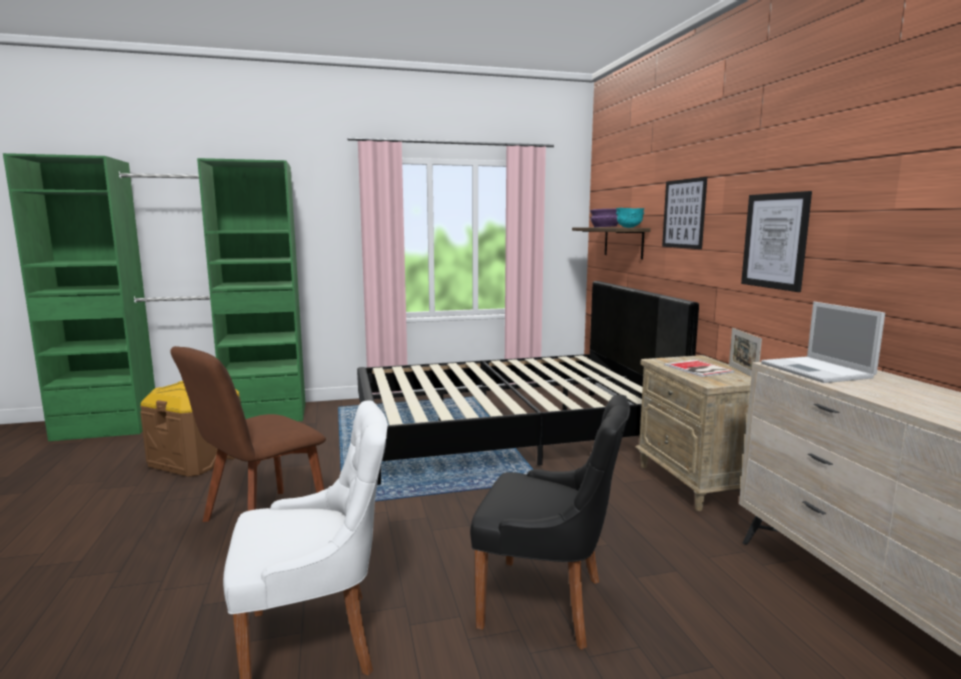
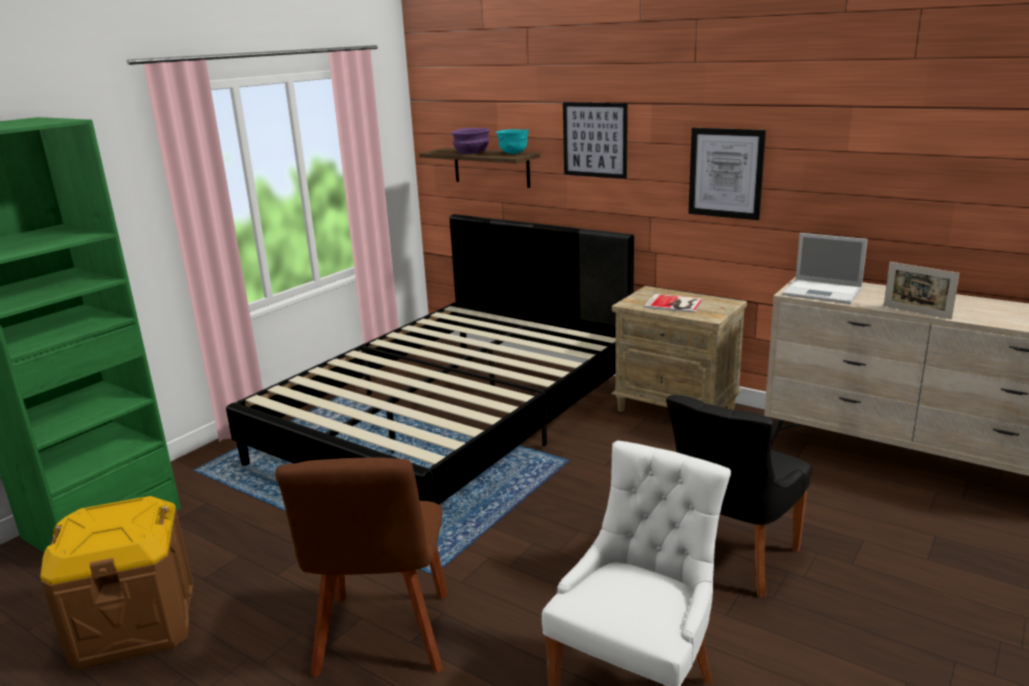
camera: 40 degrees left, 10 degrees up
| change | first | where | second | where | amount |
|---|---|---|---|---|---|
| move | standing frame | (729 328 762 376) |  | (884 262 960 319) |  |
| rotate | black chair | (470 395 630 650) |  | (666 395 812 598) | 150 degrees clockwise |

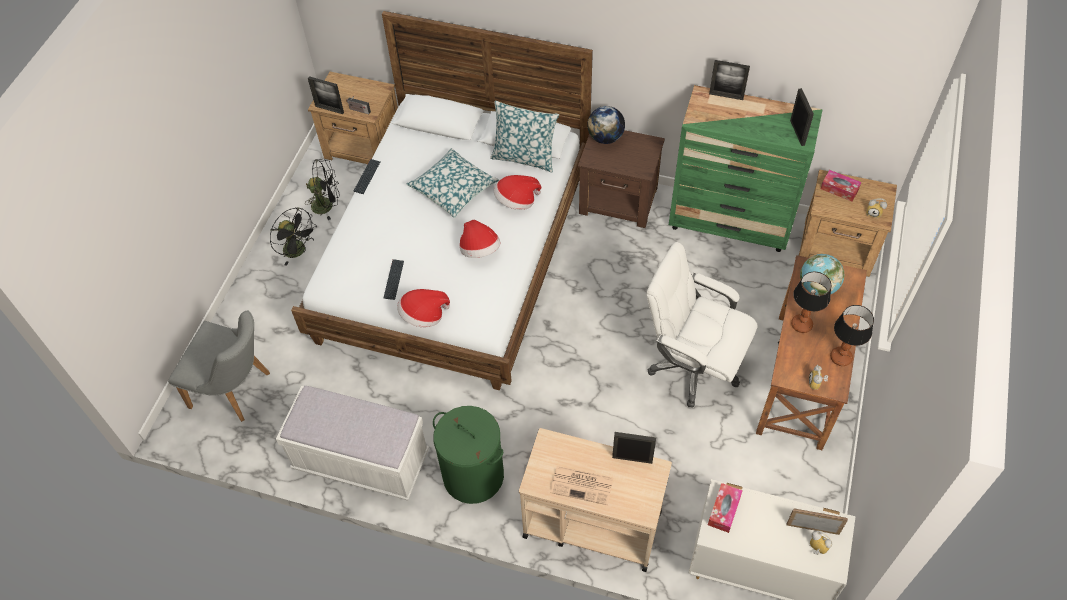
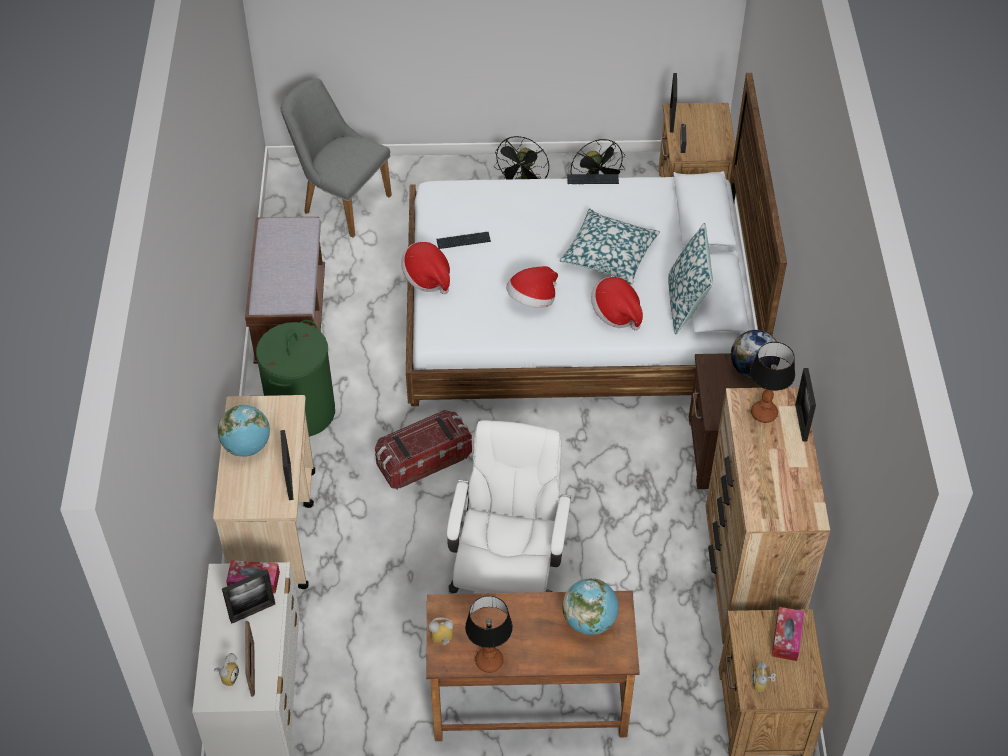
camera: 70 degrees right, 5 degrees down
| change | first | where | second | where | amount |
|---|---|---|---|---|---|
| insert |  |  | storage box | (375 410 472 490) |  |
| move | standing frame | (790 88 814 146) |  | (222 569 275 623) |  |
| move | tabletop lamp | (791 271 832 333) |  | (750 342 795 423) |  |
| replace | daily paper | (550 466 613 505) | desk globe | (218 405 270 457) |  |
| recolor | white long seat | (276 386 429 501) | brown-coloured long seat | (245 217 325 364) |  |
| recolor | green-coloured drawer chest | (669 85 823 252) | brown-coloured drawer chest | (706 387 830 644) |  |
| rotate | greyish chair | (168 310 270 422) |  | (280 78 392 238) | 120 degrees clockwise |

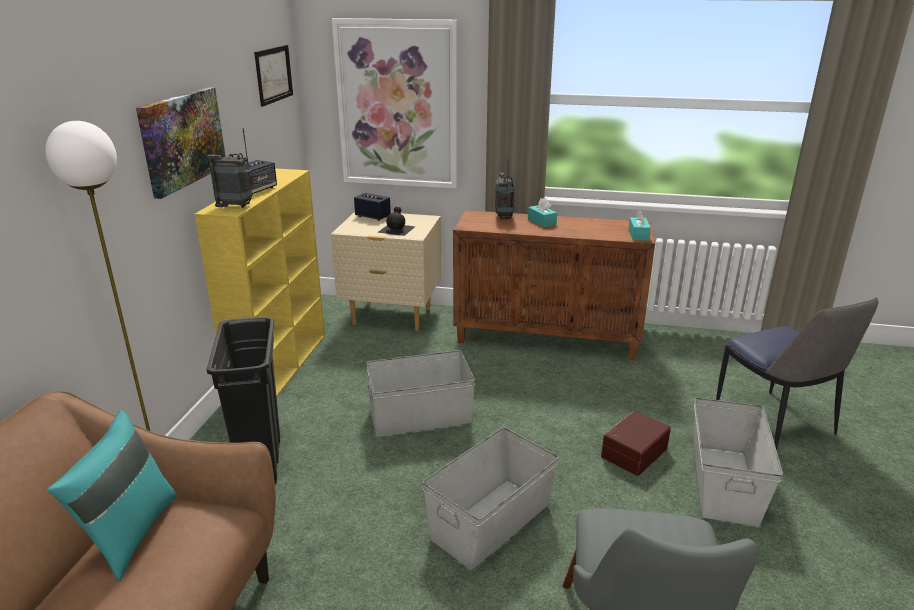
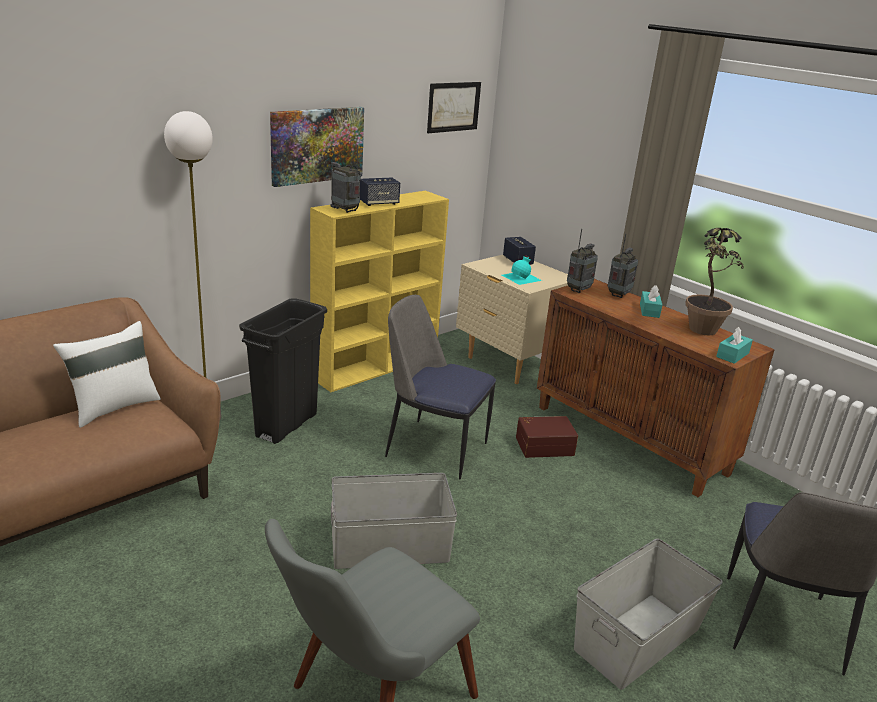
camera: 35 degrees right, 0 degrees up
| change | first | where | second | where | amount |
|---|---|---|---|---|---|
| delete | picture | (332 18 458 189) |  |  |  |
| insert |  |  | radio set | (567 229 598 293) |  |
| insert |  |  | plant in a pot | (685 228 744 335) |  |
| move | brown-coloured storage box | (601 410 671 476) |  | (516 416 578 458) |  |
| replace | greyish storage box | (366 350 475 436) | chair | (385 295 496 479) |  |
| recolor | turquoise-coloured pillow | (47 410 177 581) | white pillow | (53 321 161 428) |  |
| recolor | black bottle | (377 207 416 236) | turquoise-coloured bottle | (502 255 542 285) |  |

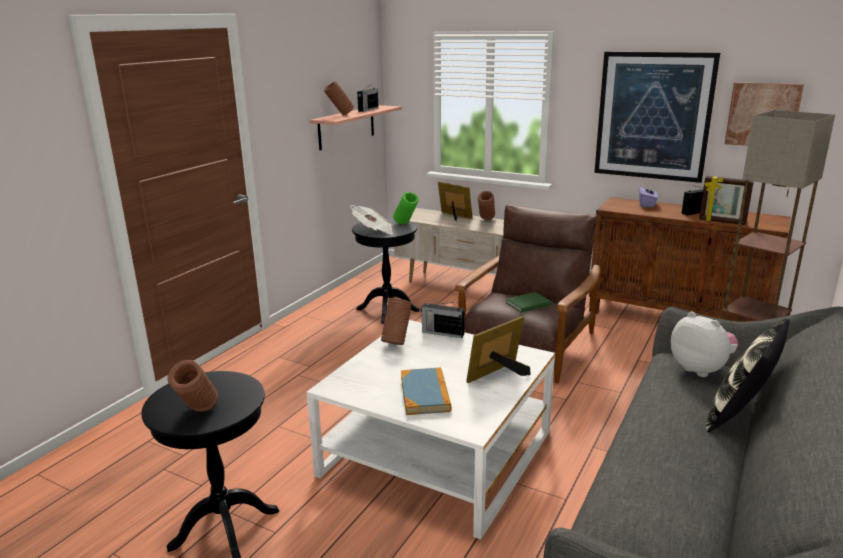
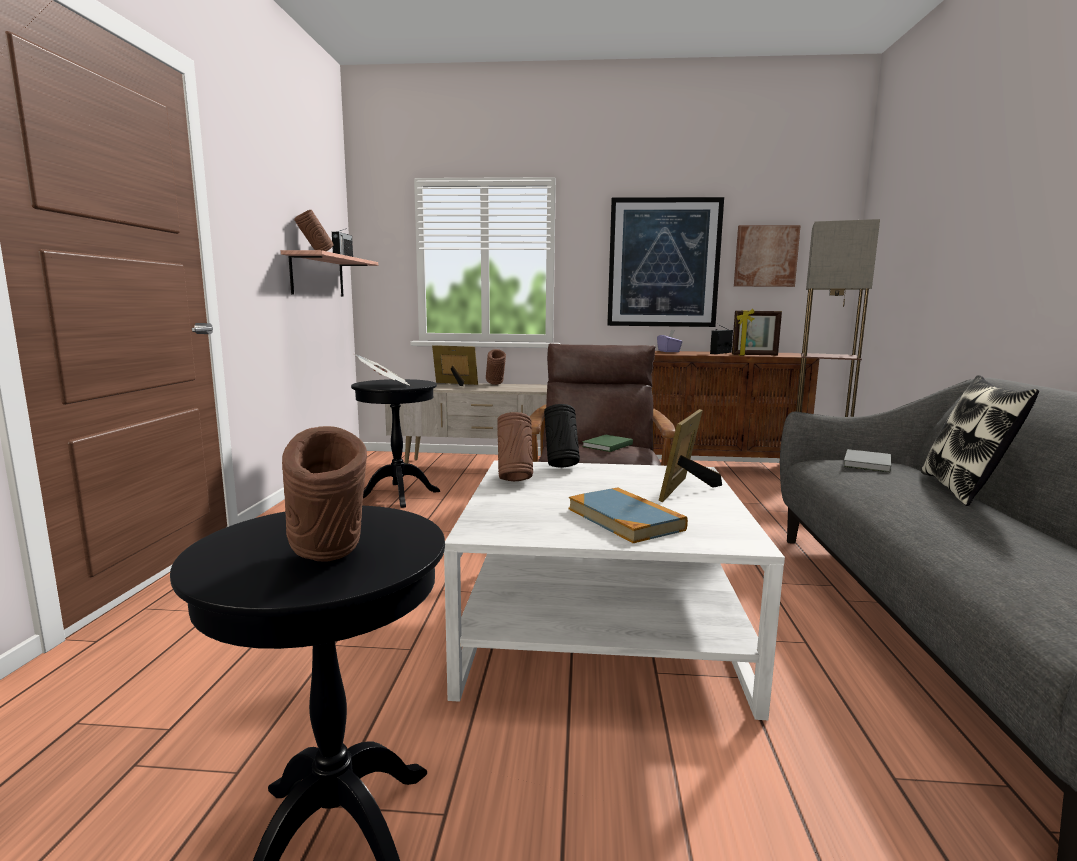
camera: 25 degrees left, 10 degrees down
| change | first | where | second | where | amount |
|---|---|---|---|---|---|
| delete | green-coloured decorative vase | (393 192 419 224) |  |  |  |
| replace | radio set | (420 302 465 338) | black decorative vase | (544 404 580 468) |  |
| replace | soft toy | (671 311 738 377) | greyish bound book | (843 449 891 472) |  |

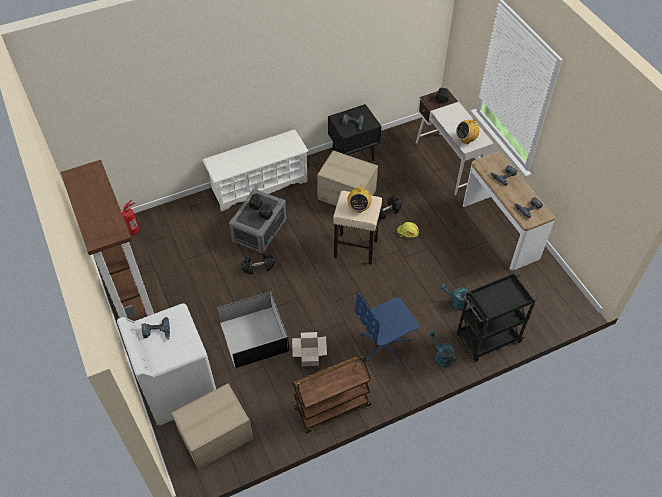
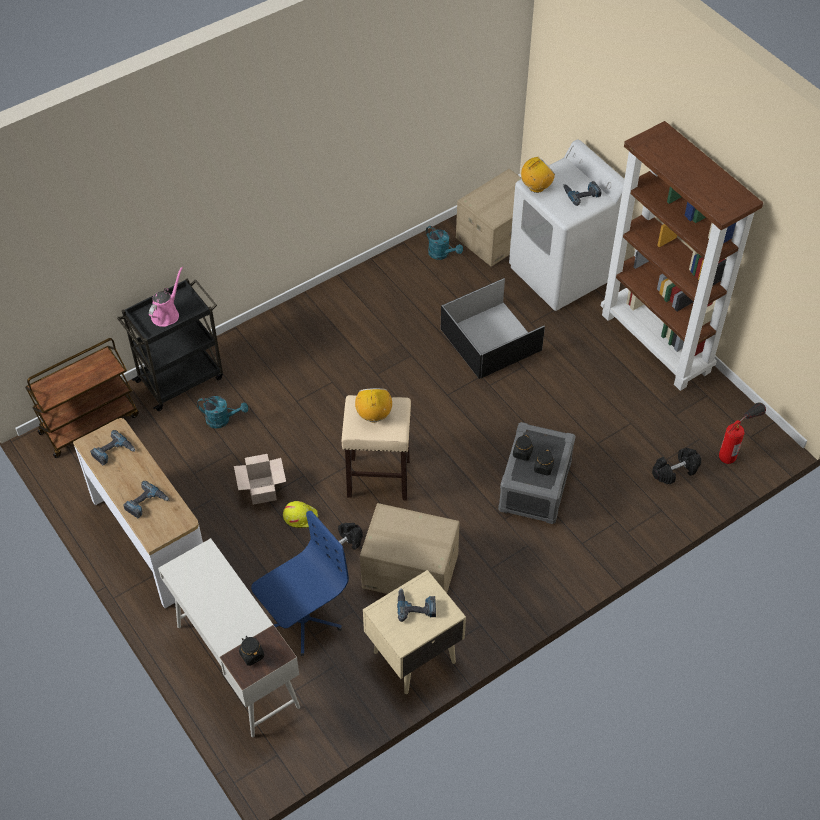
camera: 170 degrees right, 0 degrees up
| change | first | where | second | where | amount |
|---|---|---|---|---|---|
| delete | white shoe rack | (203 130 308 211) |  |  |  |
| insert |  |  | pink-coloured watering can | (149 267 183 327) |  |
| move | black hand weight | (241 253 275 275) |  | (652 448 701 484) |  |
| move | cardboard box | (292 332 327 366) |  | (234 454 286 505) |  |
| move | brown-coloured cart | (293 356 371 433) |  | (25 338 139 458) |  |
| move | blue-coloured office chair | (355 292 419 365) |  | (251 511 349 656) |  |
| move | turquoise-coloured watering can | (428 331 456 367) |  | (426 226 463 260) |  |
| move | radio set | (456 117 479 144) |  | (521 157 555 193) |  |
| recolor | black bedside table | (328 104 382 161) | sand-coloured bedside table | (363 570 466 694) |  |

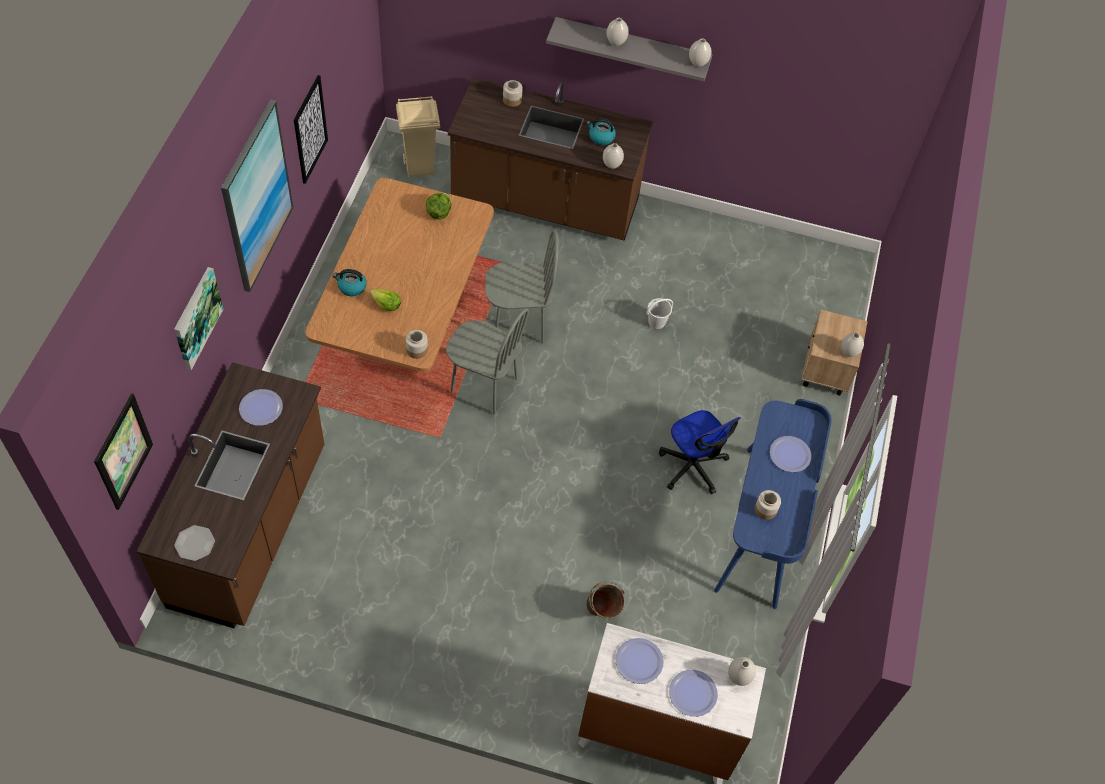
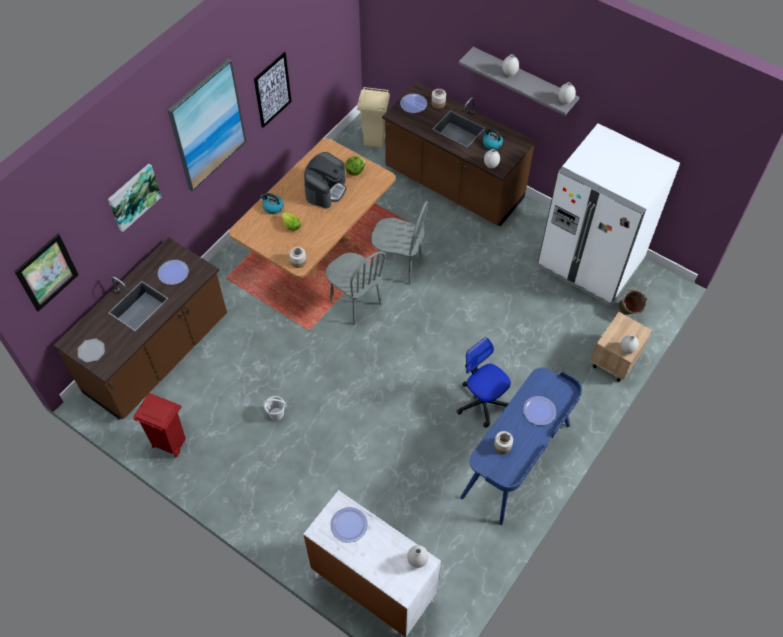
camera: 25 degrees right, 0 degrees up
| change | first | where | second | where | amount |
|---|---|---|---|---|---|
| insert |  |  | red rubbish bin | (133 393 186 457) |  |
| insert |  |  | coffee maker | (304 152 346 209) |  |
| insert |  |  | white fridge | (538 123 680 306) |  |
| move | green-coloured pail | (586 582 625 619) |  | (619 289 647 315) |  |
| move | white pail | (646 298 673 329) |  | (263 396 287 421) |  |
| move | flat dish | (669 670 718 717) |  | (400 94 427 113) |  |
| rotate | office chair | (659 410 741 494) |  | (457 337 511 427) | 150 degrees clockwise |

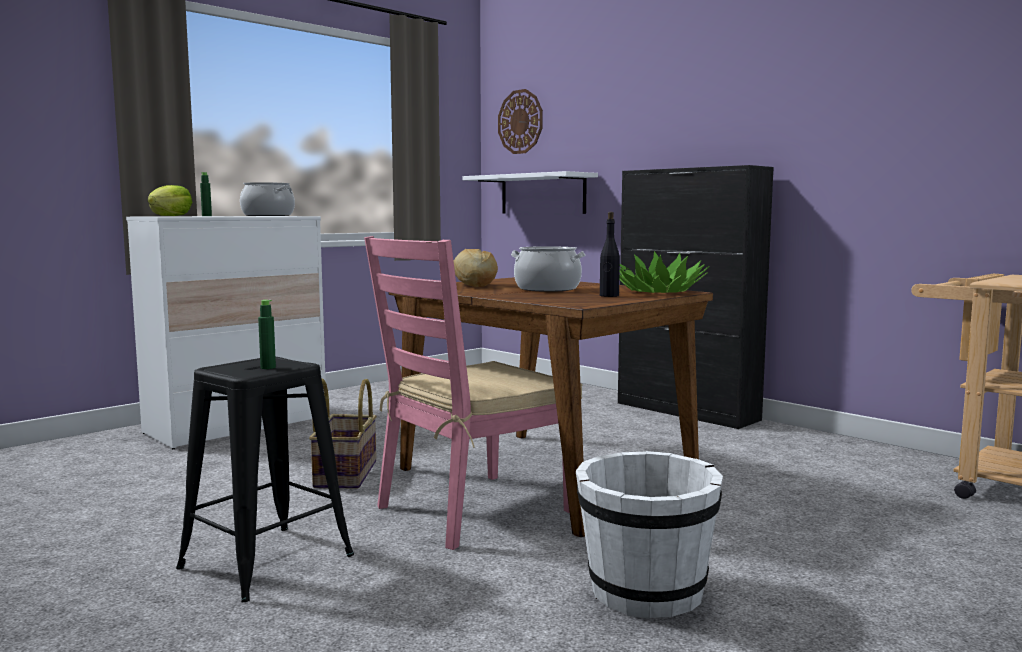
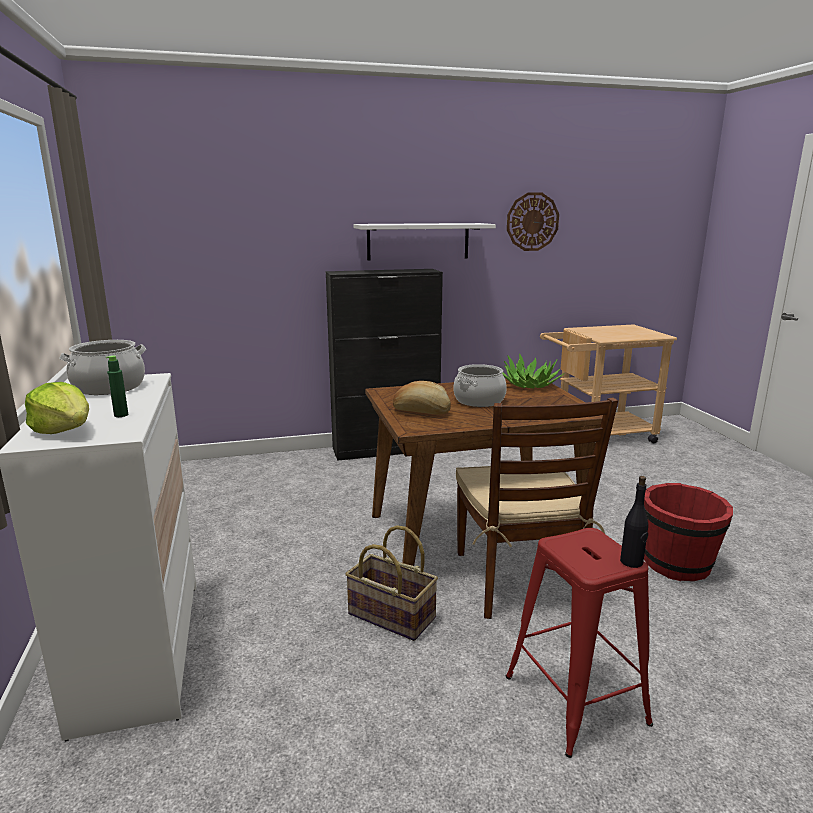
camera: 60 degrees left, 10 degrees up
| change | first | where | second | where | amount |
|---|---|---|---|---|---|
| delete | green-coloured bottle | (258 300 276 369) |  |  |  |
| move | white shelf | (463 171 598 214) |  | (354 223 496 261) |  |
| move | wall clock | (498 89 543 154) |  | (507 192 559 251) |  |
| move | black bottle | (600 212 620 297) |  | (620 476 648 568) |  |
| recolor | black sitting stool | (176 357 354 602) | red sitting stool | (506 528 653 758) |  |
| recolor | pink-coloured chair | (364 236 582 550) | brown-coloured chair | (456 397 618 619) |  |
| recolor | white pail | (576 451 723 619) | red pail | (644 483 733 581) |  |

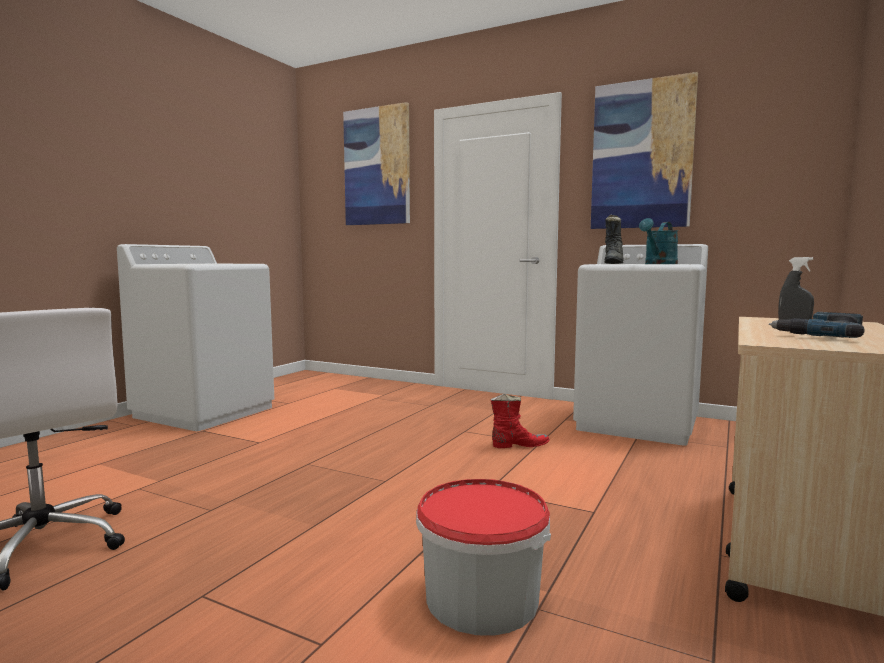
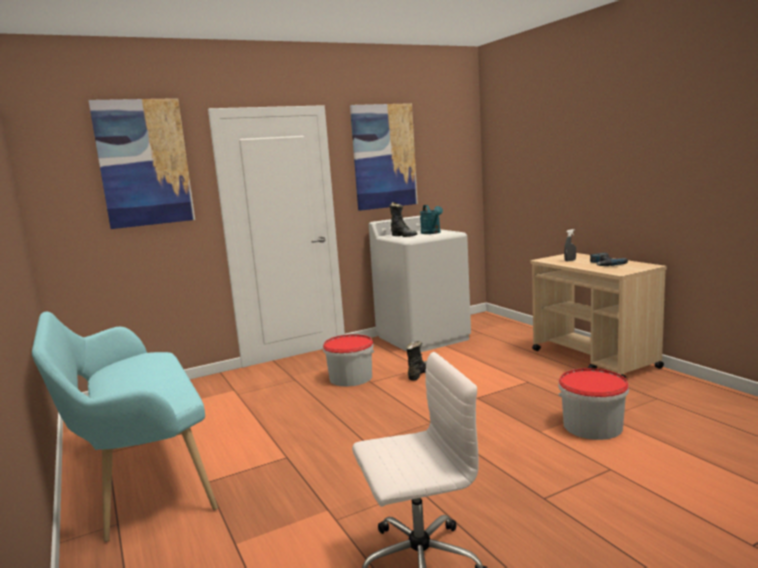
camera: 55 degrees left, 5 degrees up
| change | first | where | second | where | amount |
|---|---|---|---|---|---|
| insert |  |  | pail | (323 334 374 387) |  |
| replace | white washing machine | (117 244 274 431) | turquoise-coloured long seat | (32 311 218 542) |  |
| recolor | red high-top boot | (491 394 550 448) | black high-top boot | (407 341 427 381) |  |

